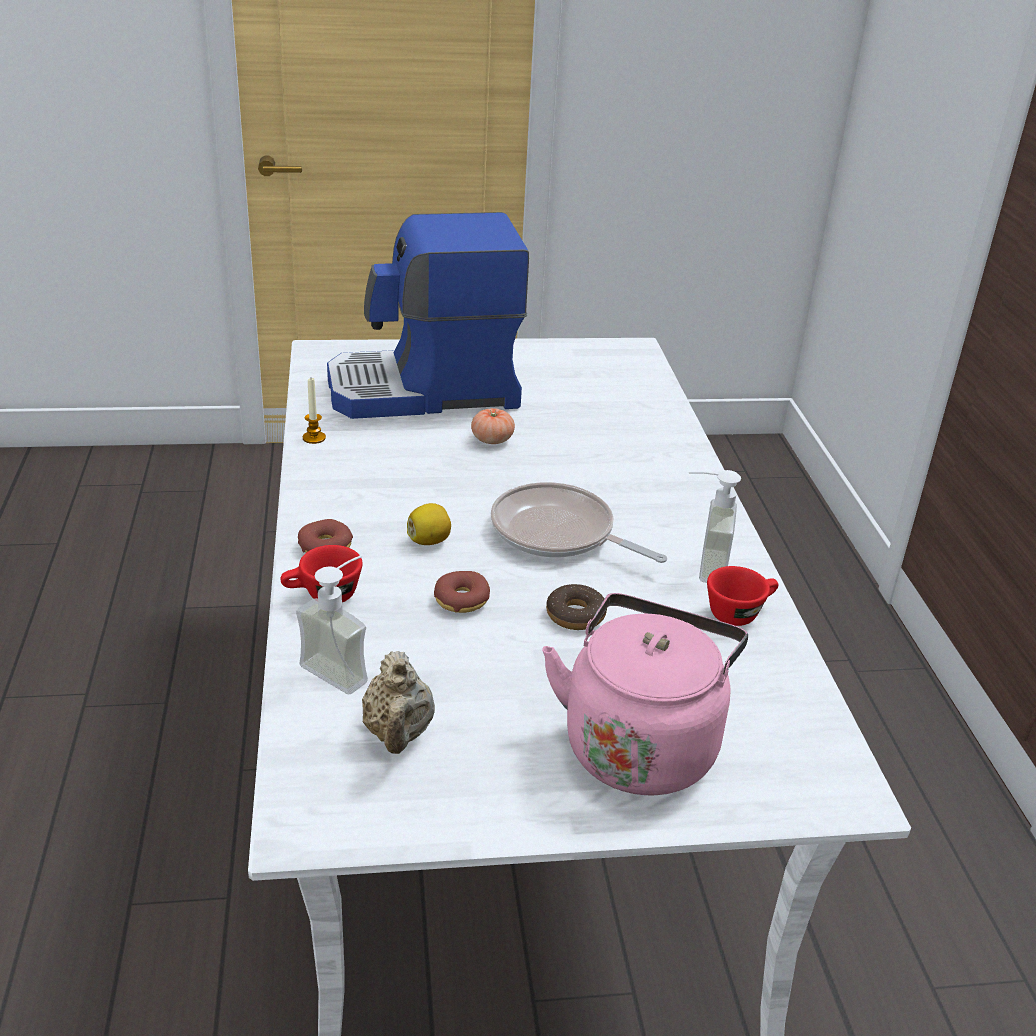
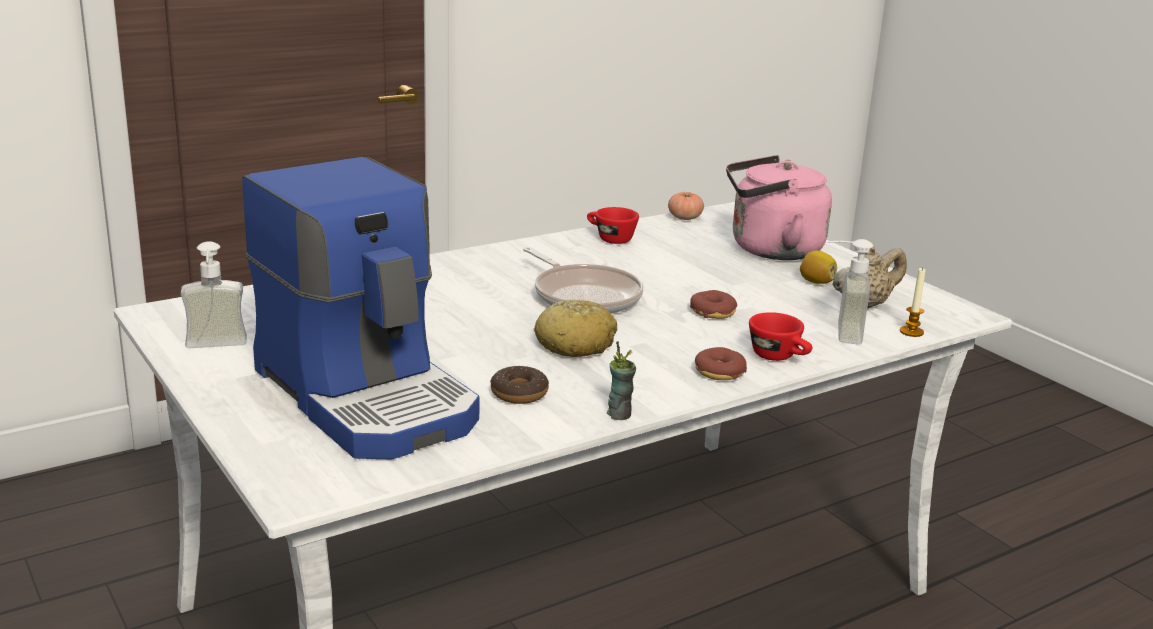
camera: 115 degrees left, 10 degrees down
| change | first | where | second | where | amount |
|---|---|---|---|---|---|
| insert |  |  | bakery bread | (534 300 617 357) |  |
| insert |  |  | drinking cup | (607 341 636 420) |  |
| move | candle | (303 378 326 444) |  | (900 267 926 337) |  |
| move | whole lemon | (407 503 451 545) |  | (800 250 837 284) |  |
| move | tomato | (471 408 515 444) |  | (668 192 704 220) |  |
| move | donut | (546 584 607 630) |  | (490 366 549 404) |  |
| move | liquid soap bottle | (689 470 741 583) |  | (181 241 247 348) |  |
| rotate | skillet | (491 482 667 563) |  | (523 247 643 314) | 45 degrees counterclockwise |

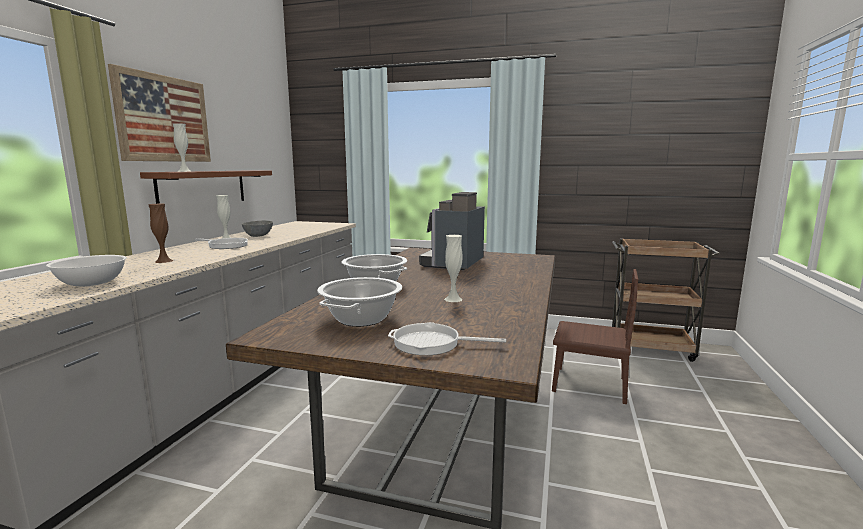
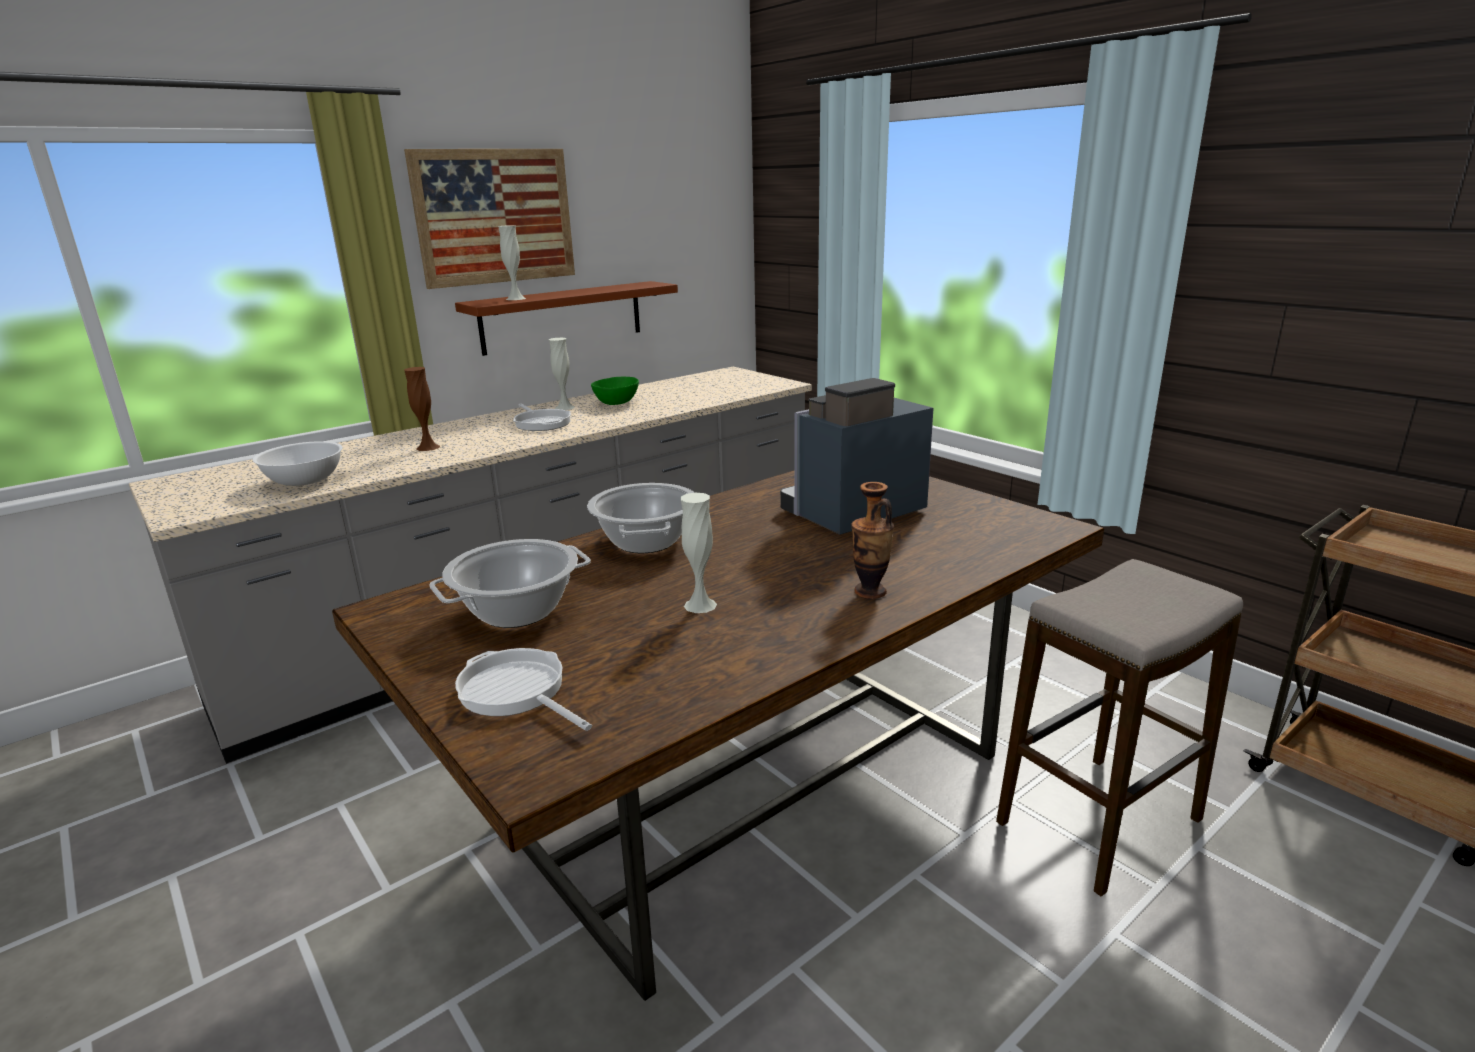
camera: 35 degrees right, 10 degrees up
| change | first | where | second | where | amount |
|---|---|---|---|---|---|
| insert |  |  | decorative vase | (851 482 894 599) |  |
| replace | brown-coloured chair | (552 269 638 404) | sitting stool | (996 559 1243 896) |  |
| recolor | greyish deep dish | (242 220 273 237) | green-coloured deep dish | (591 377 639 405) |  |

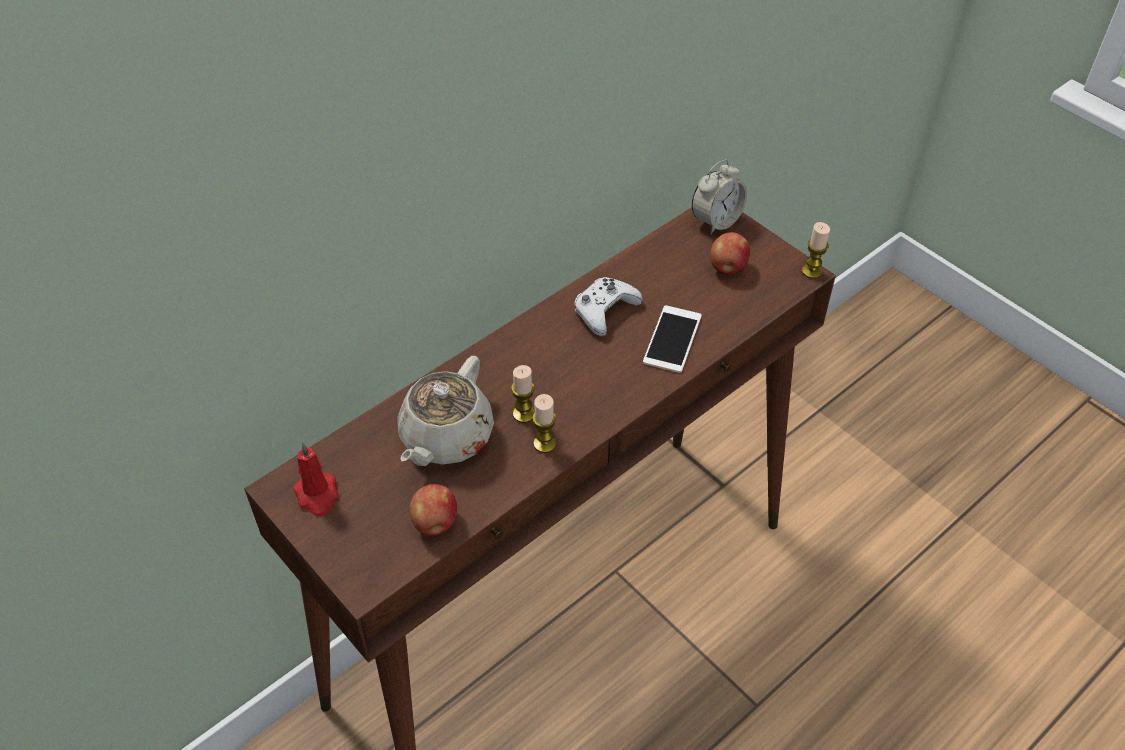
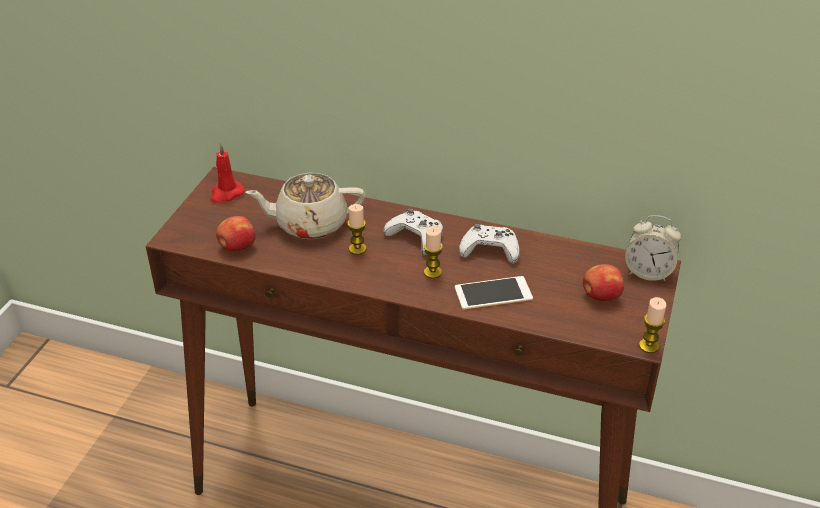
camera: 60 degrees right, 10 degrees down
| change | first | where | second | where | amount |
|---|---|---|---|---|---|
| insert |  |  | white game controller | (383 209 443 255) |  |
| move | candle | (532 394 556 453) |  | (424 226 443 279) |  |

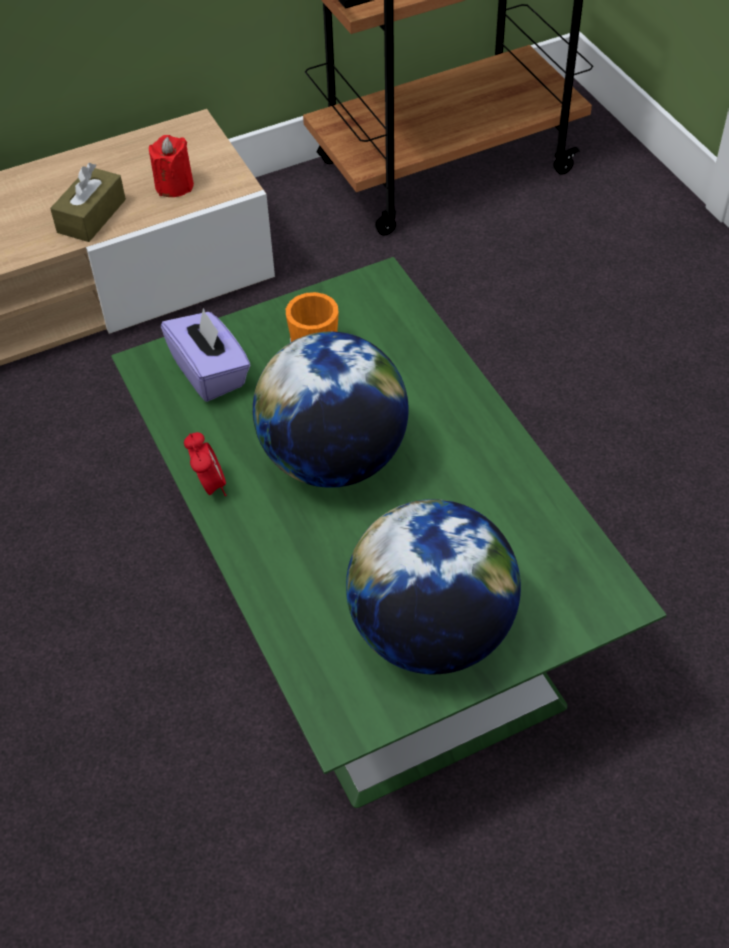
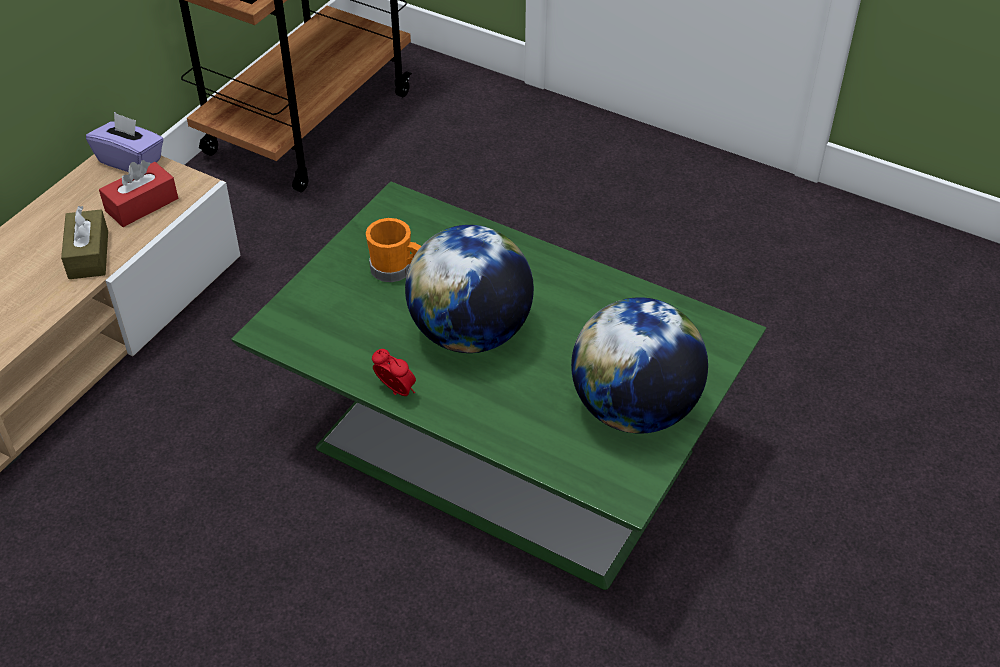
camera: 35 degrees left, 5 degrees down
| change | first | where | second | where | amount |
|---|---|---|---|---|---|
| move | purple box of tissues | (161 308 251 402) |  | (86 112 164 172) |  |
| replace | red candle | (149 135 194 197) | red box of tissues | (99 160 178 227) |  |

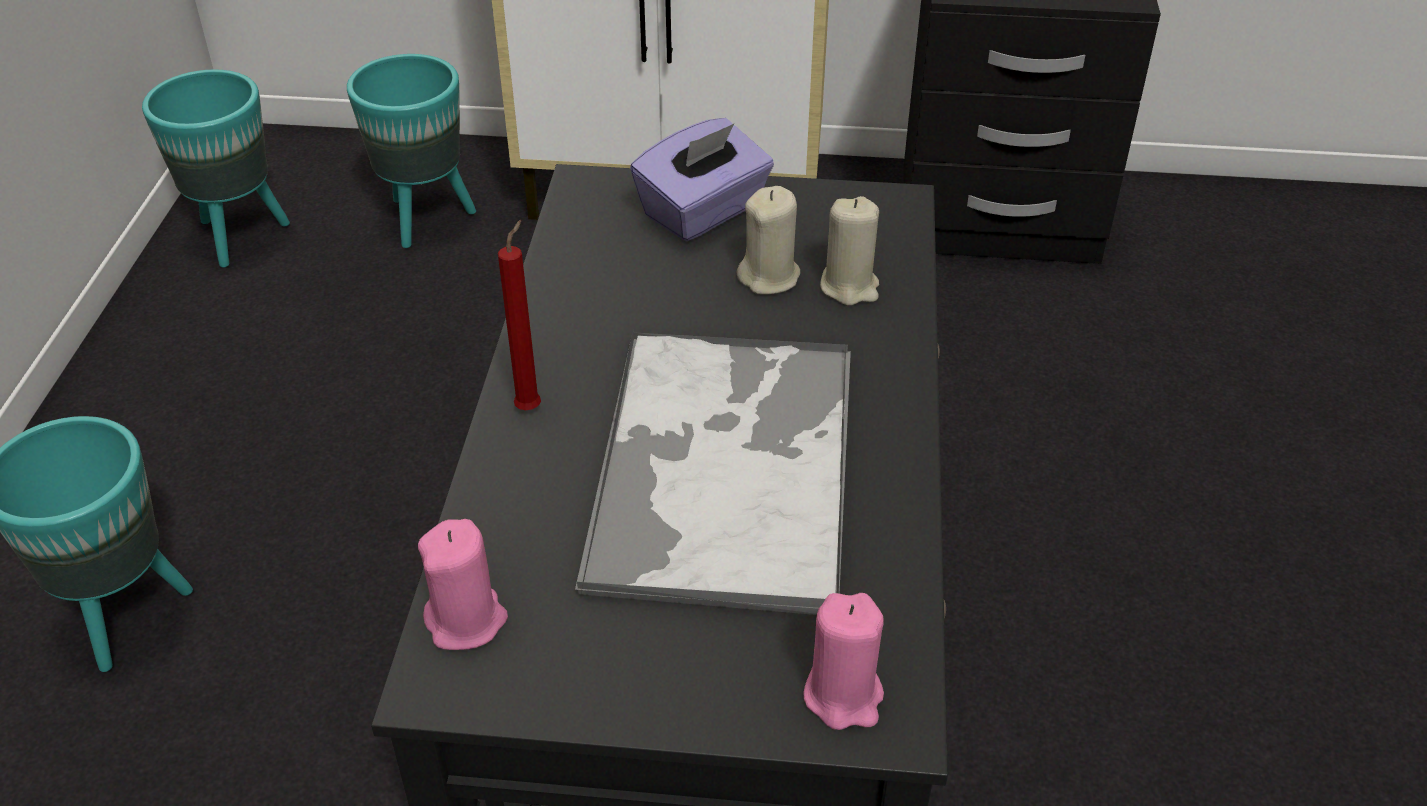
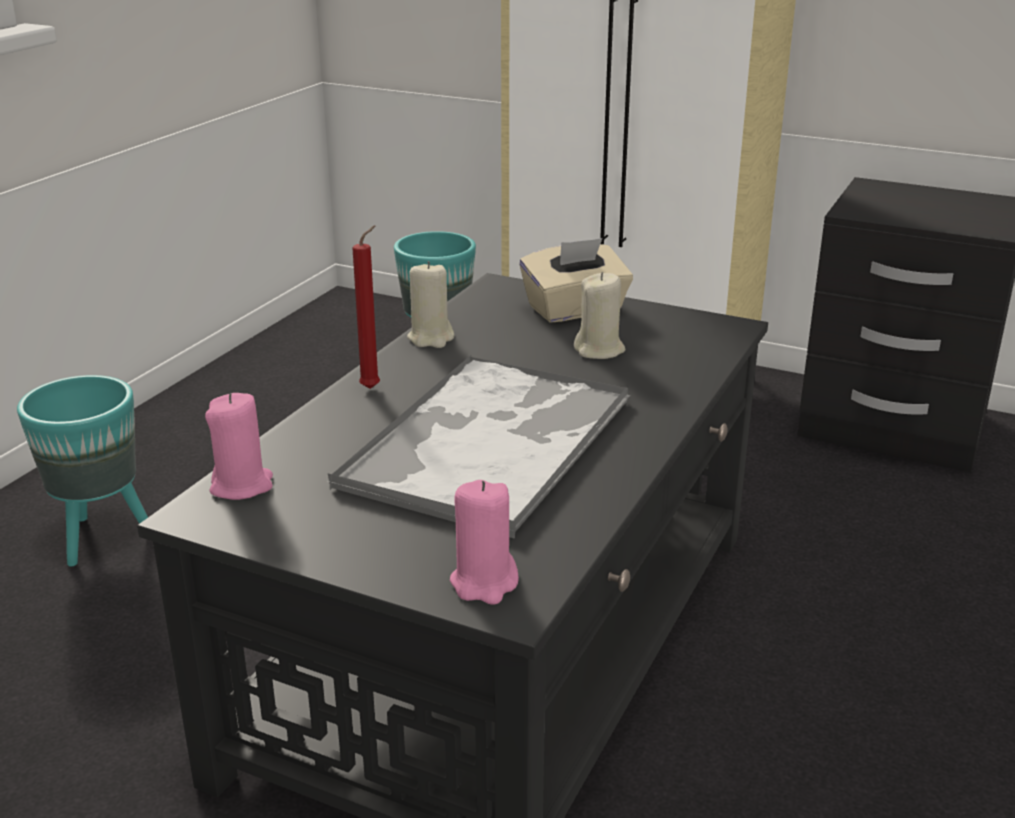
camera: 20 degrees right, 15 degrees down
| change | first | where | second | where | amount |
|---|---|---|---|---|---|
| delete | turquoise-coloured plant pot | (142 69 290 268) |  |  |  |
| move | sand-coloured candle | (820 196 879 306) |  | (407 261 454 348) |  |
| recolor | purple box of tissues | (630 118 774 241) | sand-coloured box of tissues | (520 238 633 323) |  |

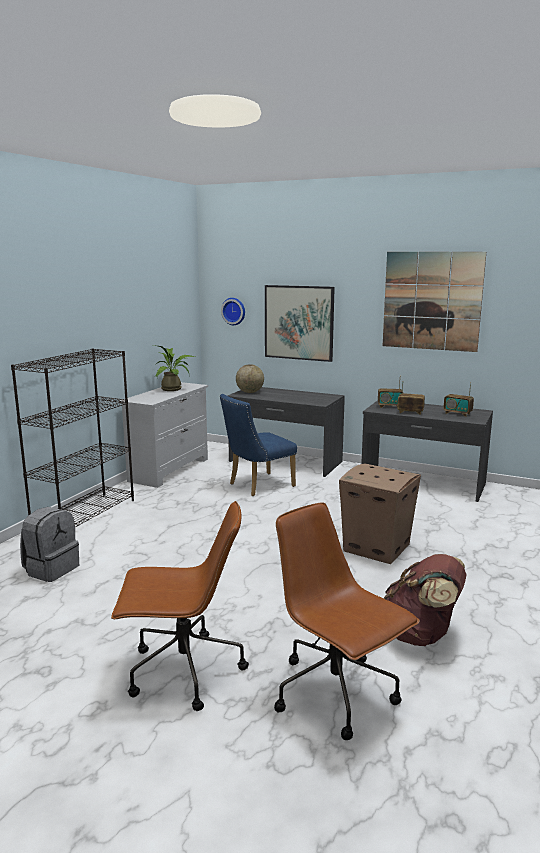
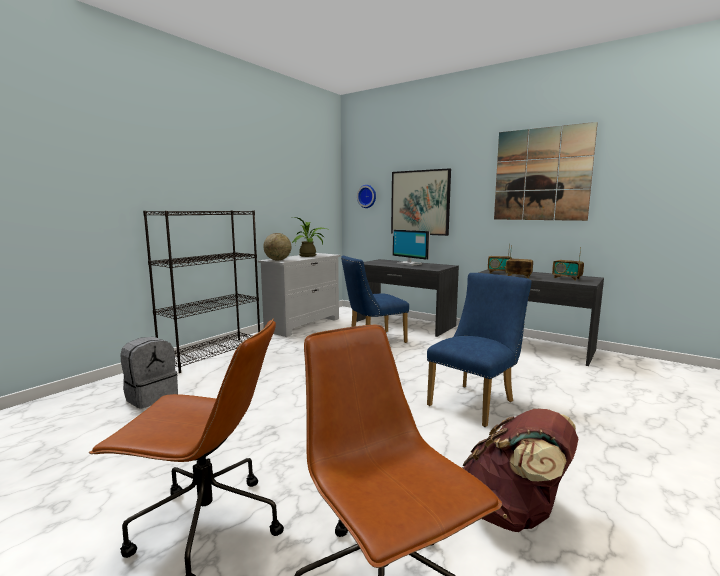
camera: 10 degrees right, 5 degrees down
| change | first | where | second | where | amount |
|---|---|---|---|---|---|
| insert |  |  | computer display | (392 229 430 266) |  |
| move | desk globe | (236 364 264 393) |  | (263 233 291 260) |  |
| replace | cardboard box | (339 464 421 564) | blue-coloured chair | (427 273 532 427) |  |

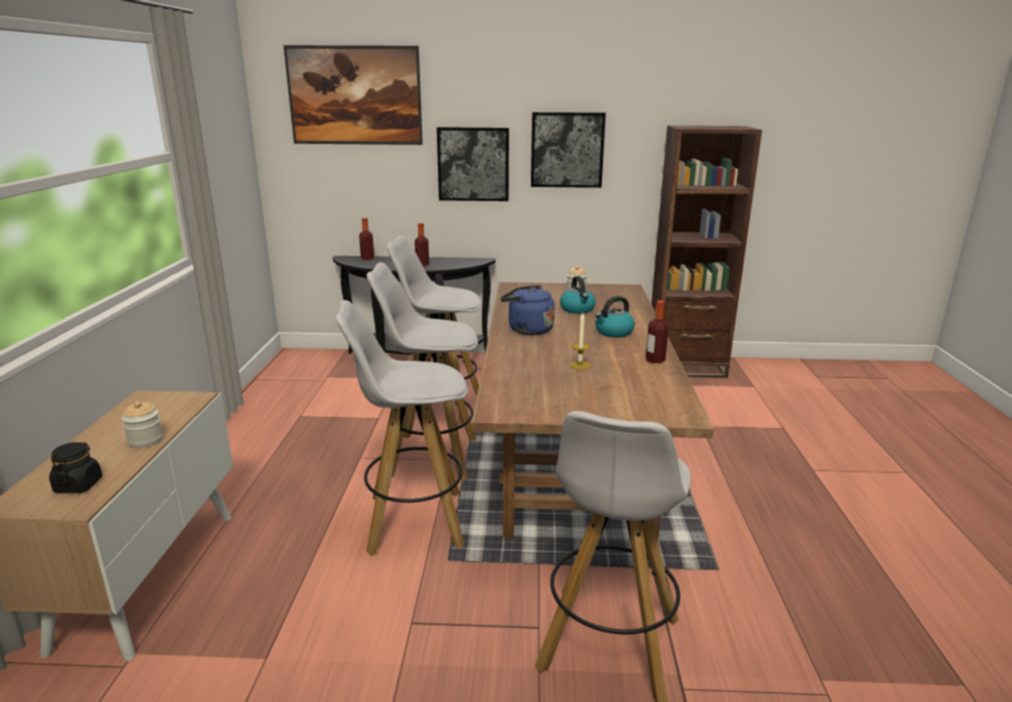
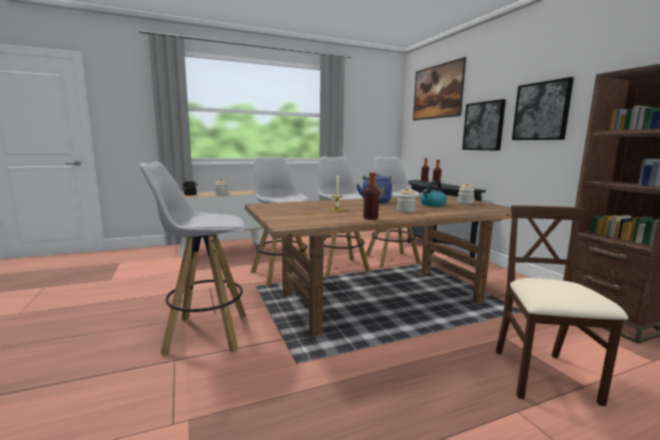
camera: 65 degrees right, 10 degrees down
| change | first | where | second | where | amount |
|---|---|---|---|---|---|
| insert |  |  | sand-coloured chair | (496 205 628 406) |  |
| replace | kettle | (595 296 635 337) | storage jar | (397 187 416 213) |  |

